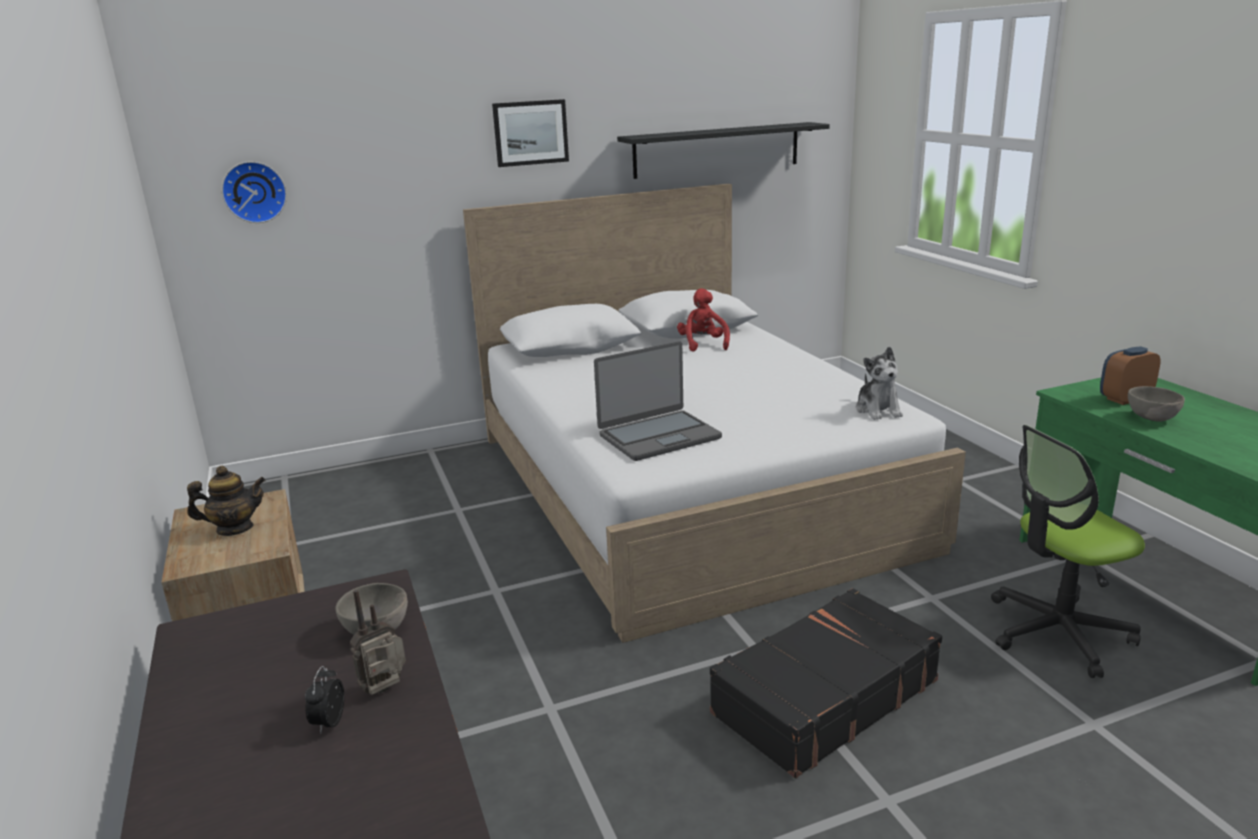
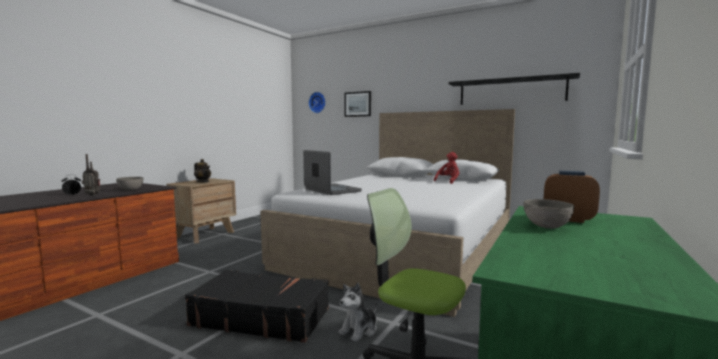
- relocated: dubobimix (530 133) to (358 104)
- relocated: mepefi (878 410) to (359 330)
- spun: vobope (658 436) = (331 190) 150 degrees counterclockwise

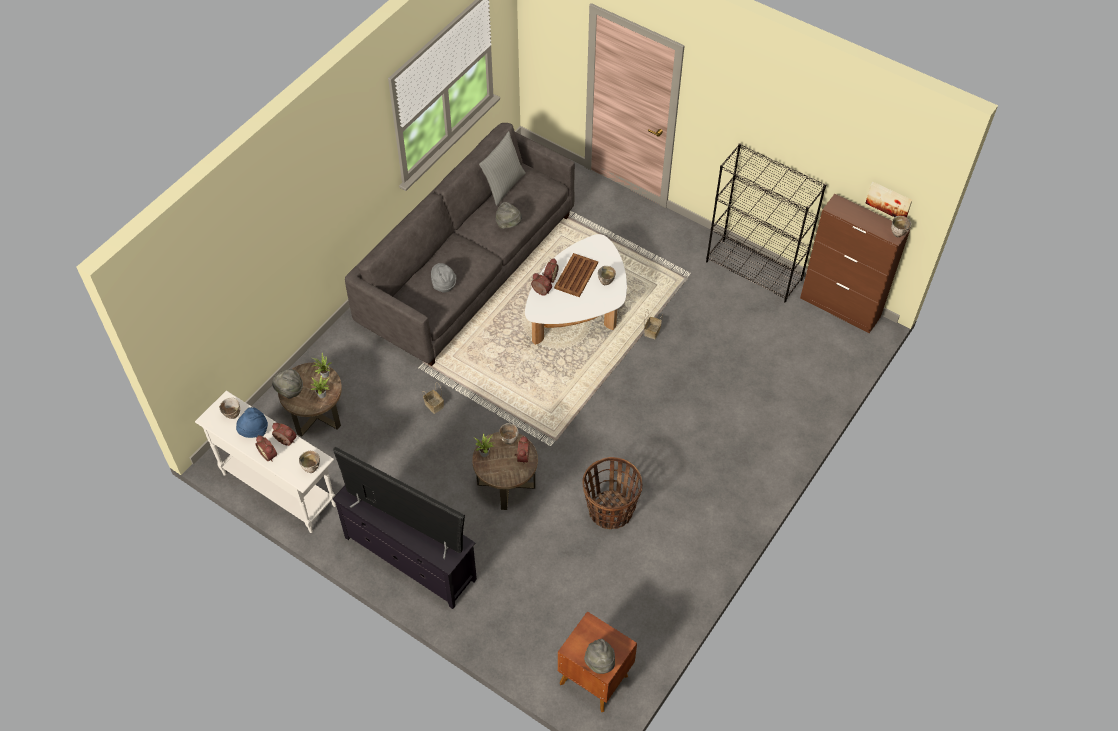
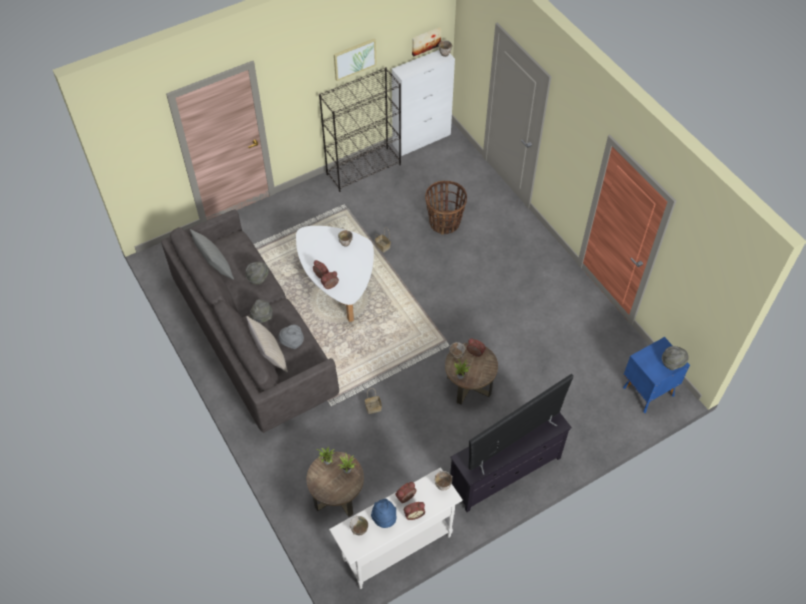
- missing: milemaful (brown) (576 275)
- appeared: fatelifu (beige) (269 356)
- appeared: dubobimix (354 59)
- relocated: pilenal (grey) (289 390) to (262 318)
- relocated: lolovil (610 511) to (444 223)
- colour: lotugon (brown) (593 678) to lotugon (blue) (647 391)
- colour: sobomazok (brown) (840 308) to sobomazok (white) (422 139)

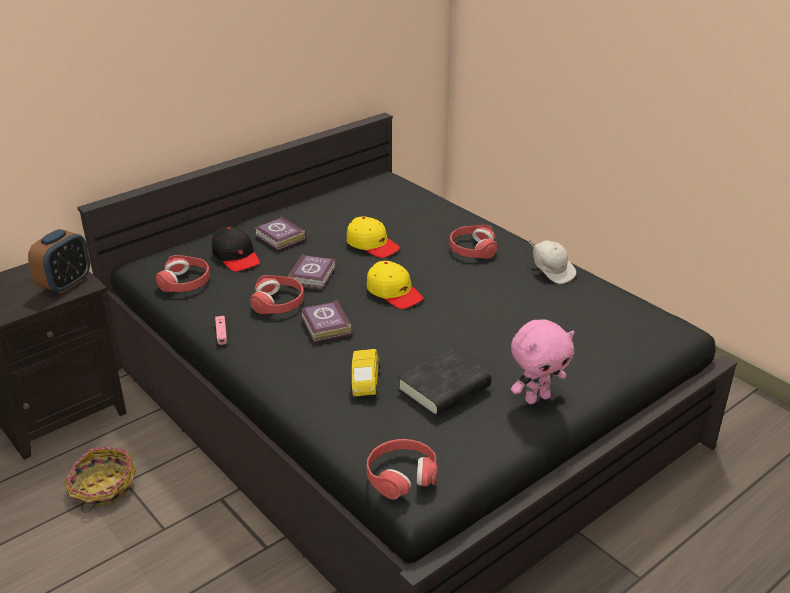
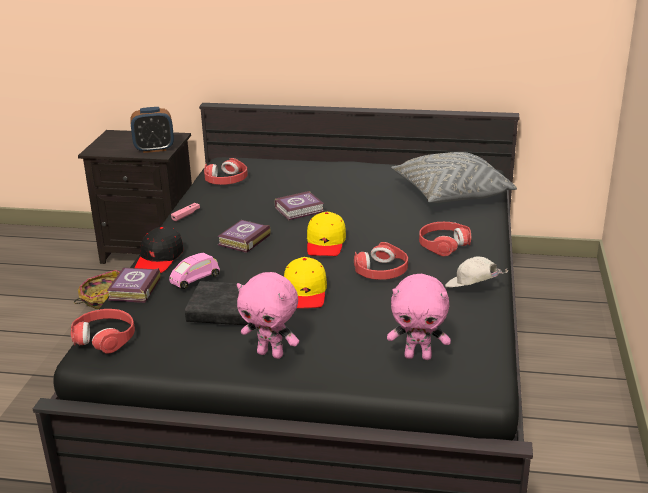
- appeared: mepefi (pink) (418 356)
- appeared: fatelifu (grey) (450 194)
- relocated: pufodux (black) (236 256) to (159 258)
- relocated: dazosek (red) (278 302) to (381 271)
- relocated: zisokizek (280 238) to (133 290)
- relocated: pufodux (yellow) (372 245) to (305 292)
- colour: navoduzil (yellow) (365 382) to navoduzil (pink) (194 280)
- spun: pufodux (white) (551 272) = (471 288) 105 degrees clockwise

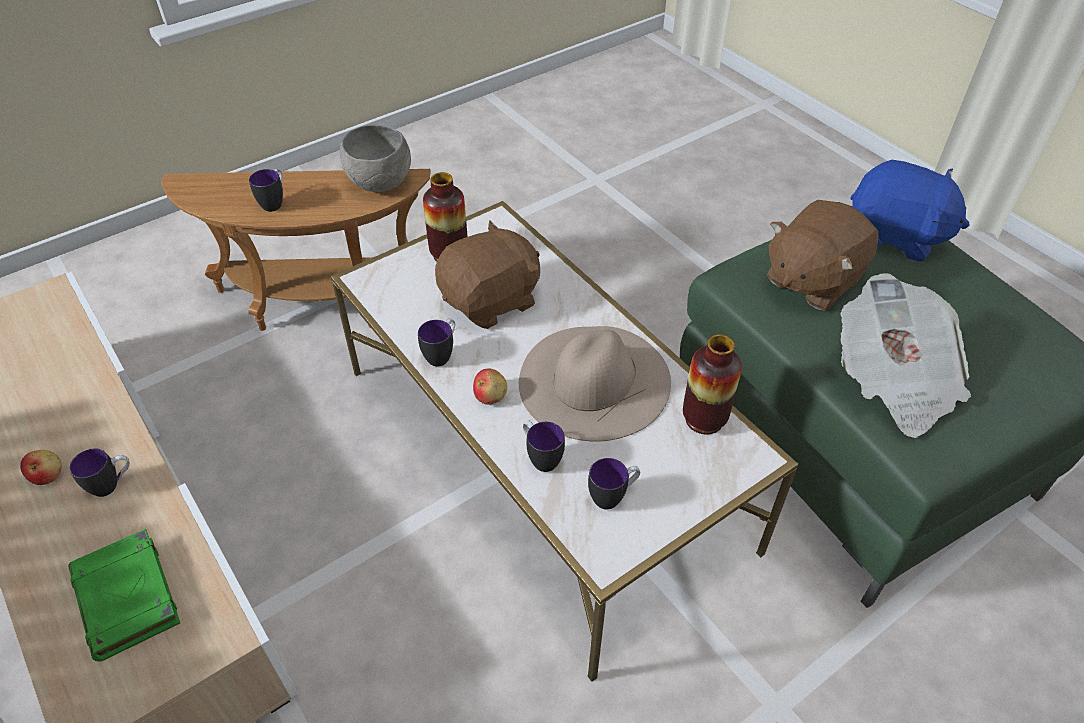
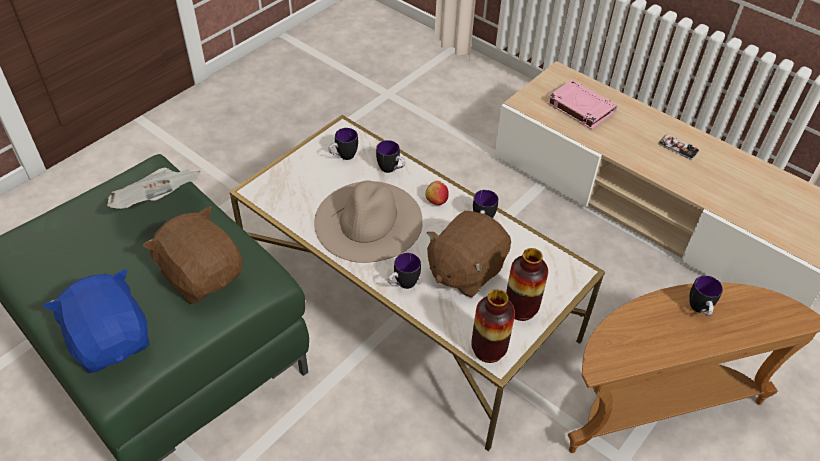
- missing: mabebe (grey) (381 184)
- relocated: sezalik (112 485) to (402 285)
- relocated: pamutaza (704 419) to (488 350)
- exchanged: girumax (47 475) to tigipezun (678 147)
- colour: zisokizek (green) (128 599) to zisokizek (pink) (580 107)
- spun: mepefi (brown) (811 280) = (202 275) 75 degrees counterclockwise
- spun: mepefi (blue) (895 236) = (112 340) 45 degrees clockwise

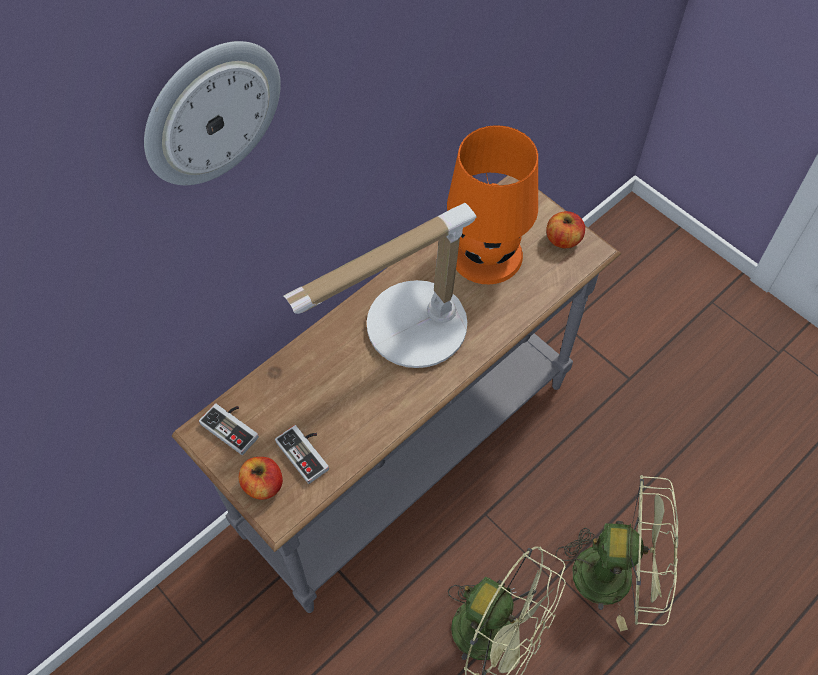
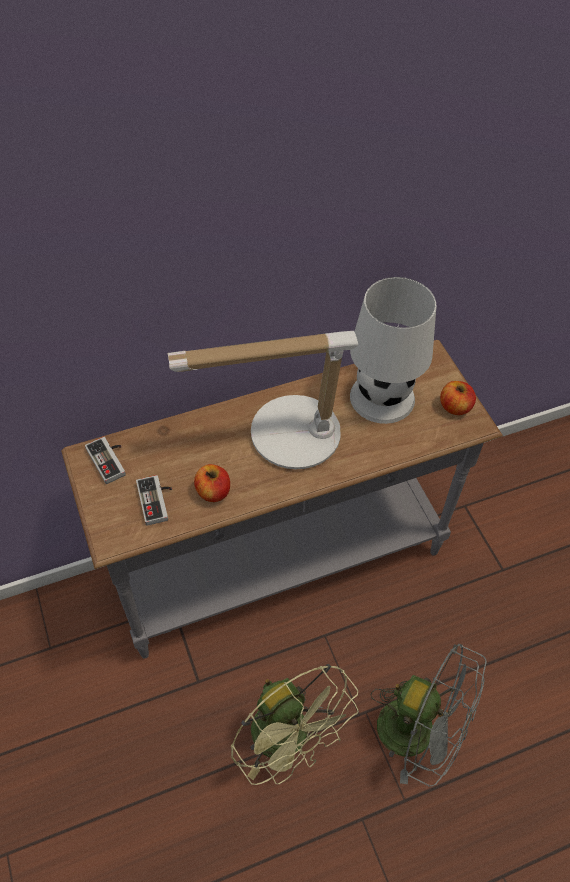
- missing: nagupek (211 112)
- relocated: girumax (263 485) to (213 492)
- colour: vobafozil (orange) (487 253) to vobafozil (white) (383 397)
- colour: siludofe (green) (617 574) to siludofe (grey) (418 733)

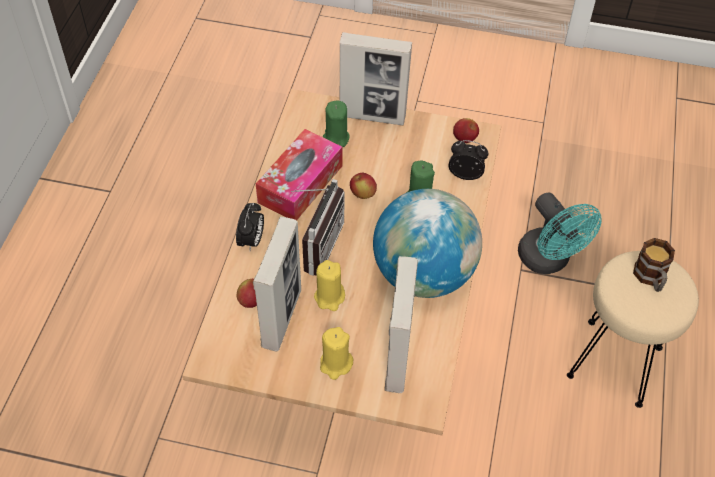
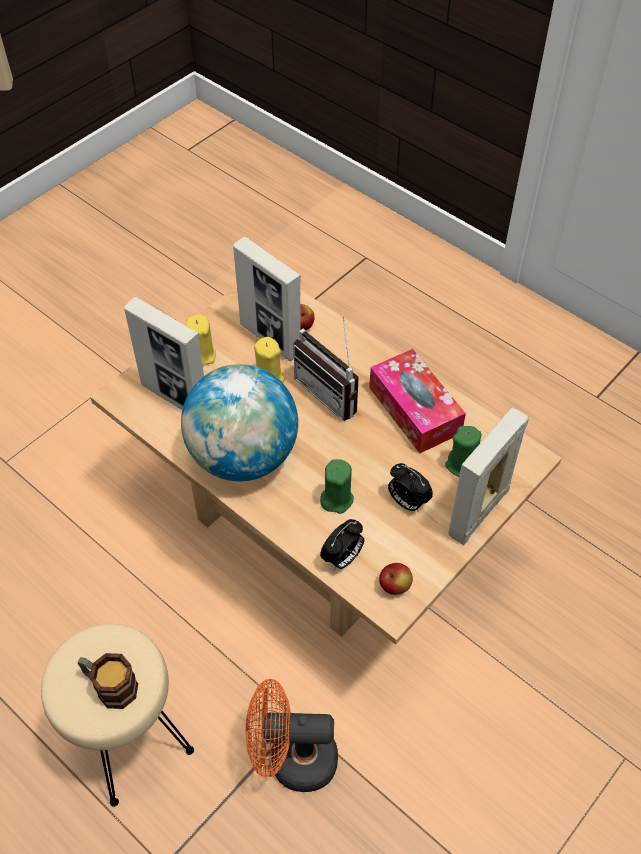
- missing: girumax (363 194)
- relocated: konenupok (251 241) to (407 502)
- colour: siludofe (turquoise) (549 261) to siludofe (orange) (292 759)

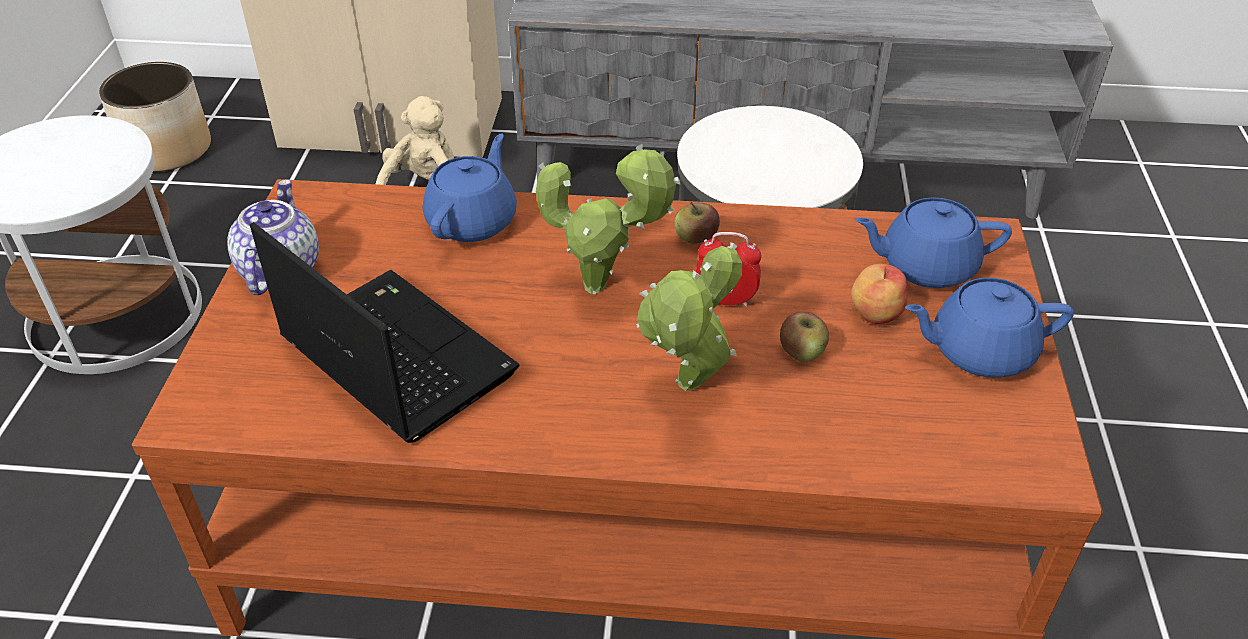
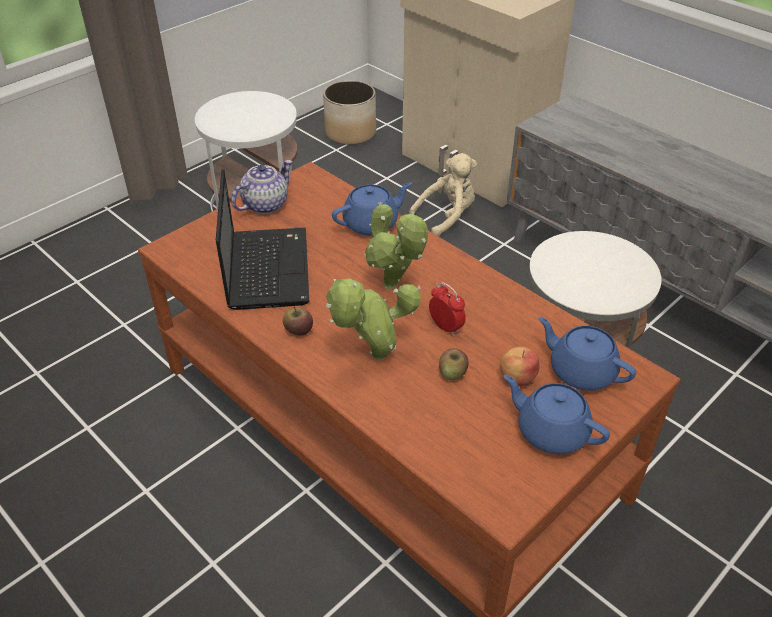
- relocated: girumax (696 238) to (298 331)

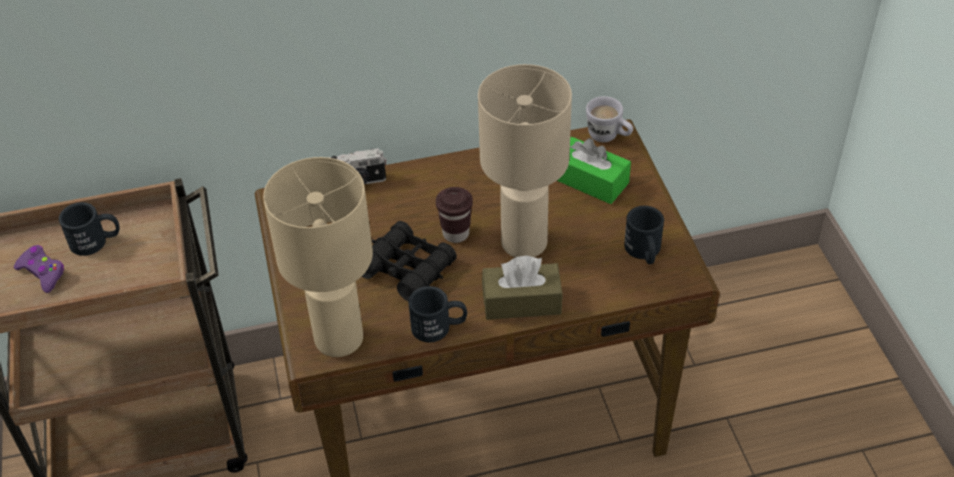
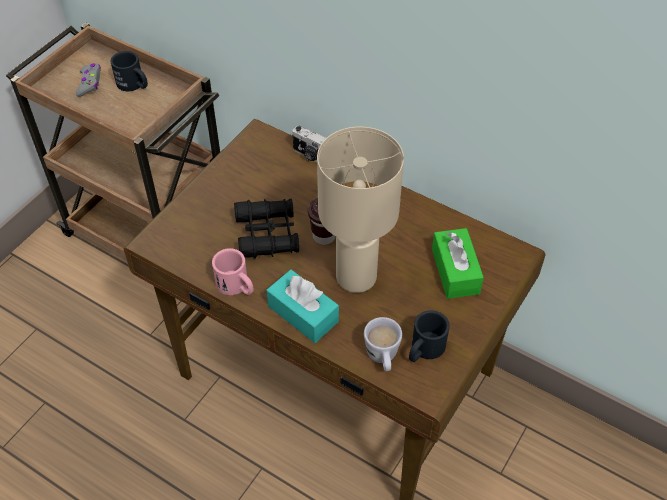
- missing: vobafozil (beige) (337 338)
- relocated: sezalik (white) (609 137) to (382 358)
- colour: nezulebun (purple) (42 273) to nezulebun (grey) (89 83)
- colour: sezalik (black) (439 327) to sezalik (pink) (236 286)
- colour: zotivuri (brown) (522 302) to zotivuri (turquoise) (303 314)

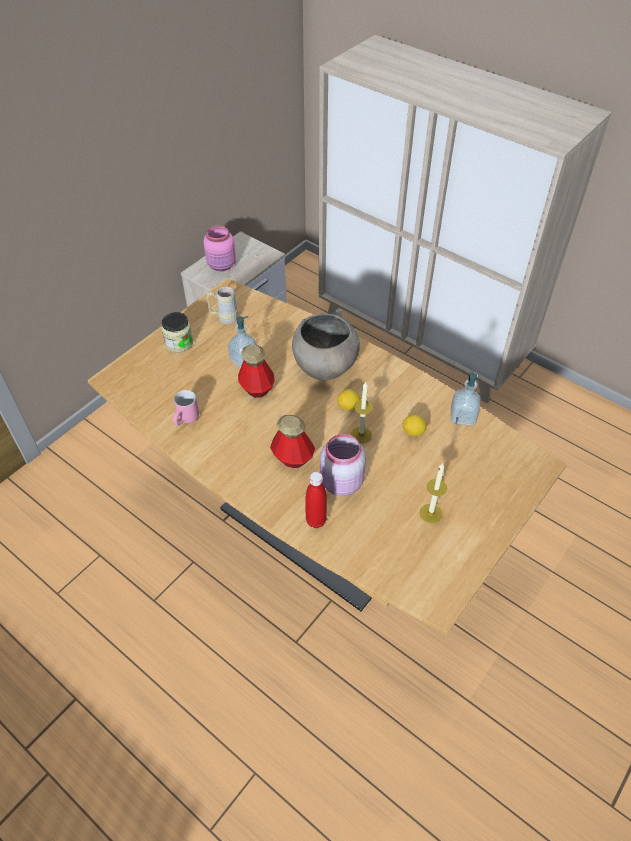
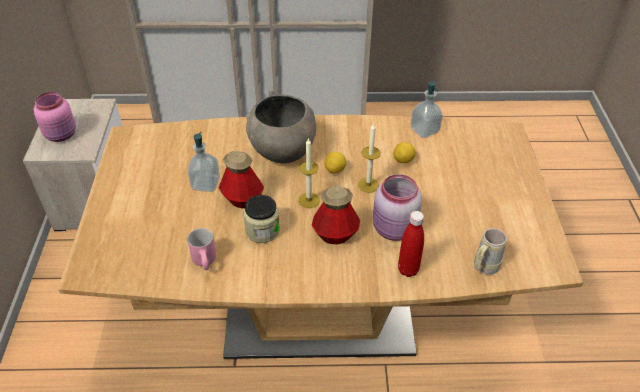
- relocated: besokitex (179 343) to (262 230)
- relocated: sezalik (beige) (224 318) to (483 268)
- relocated: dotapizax (430 513) to (309 200)

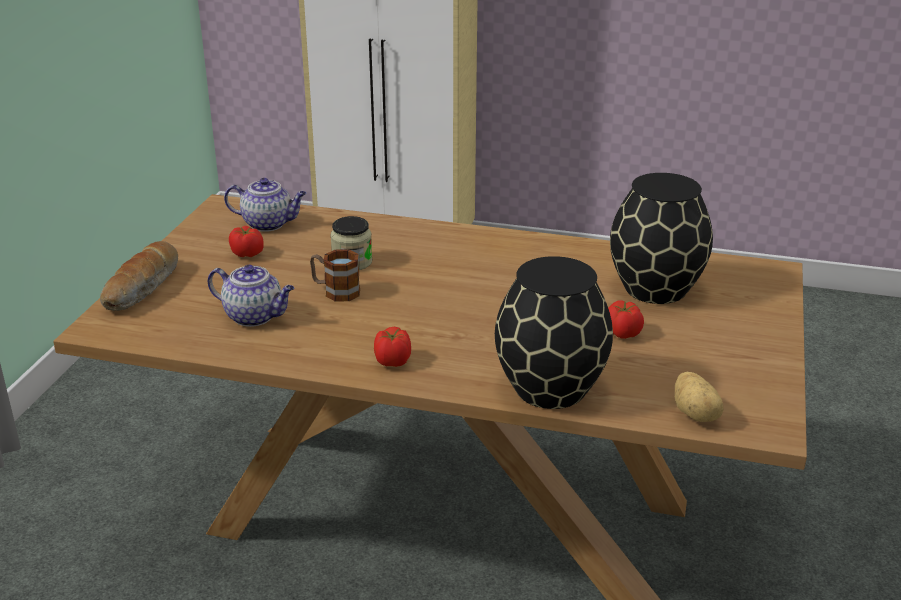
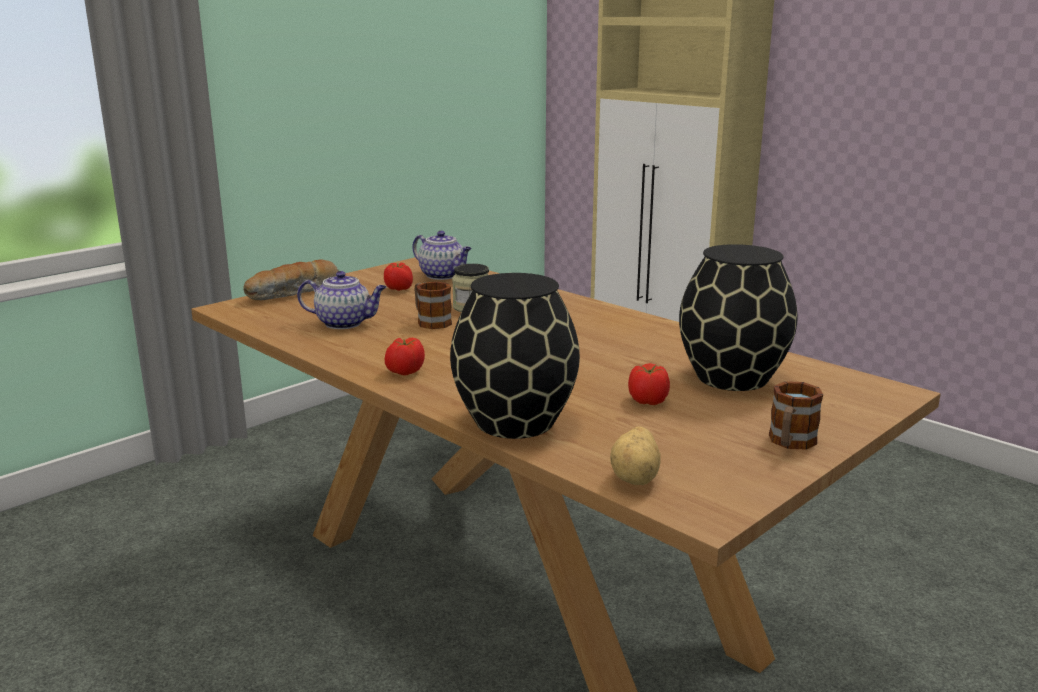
- appeared: sezalik (790 443)
- spun: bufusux (255 316) = (345 323) 45 degrees counterclockwise

